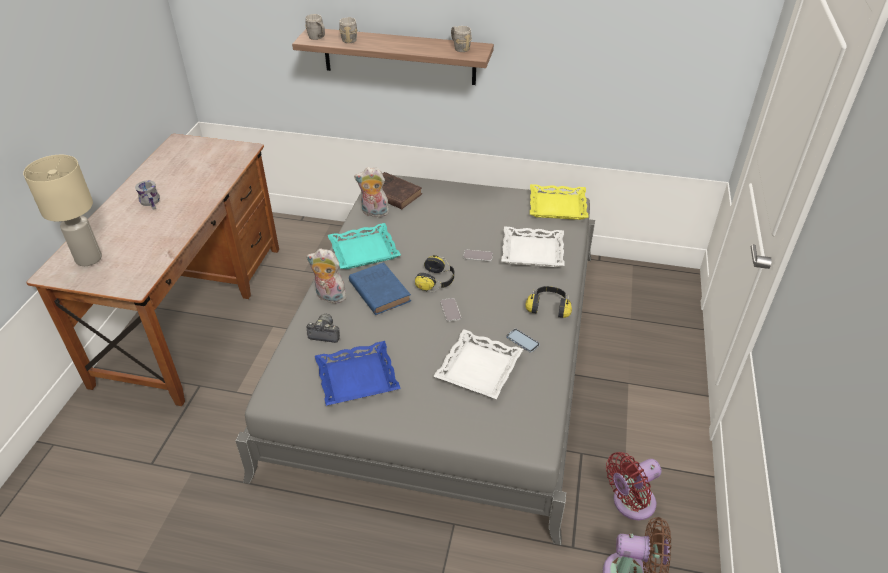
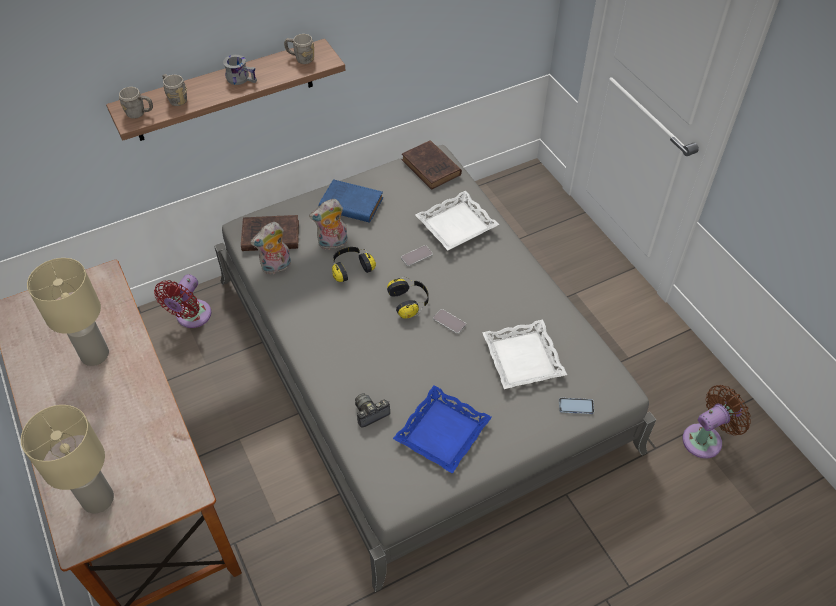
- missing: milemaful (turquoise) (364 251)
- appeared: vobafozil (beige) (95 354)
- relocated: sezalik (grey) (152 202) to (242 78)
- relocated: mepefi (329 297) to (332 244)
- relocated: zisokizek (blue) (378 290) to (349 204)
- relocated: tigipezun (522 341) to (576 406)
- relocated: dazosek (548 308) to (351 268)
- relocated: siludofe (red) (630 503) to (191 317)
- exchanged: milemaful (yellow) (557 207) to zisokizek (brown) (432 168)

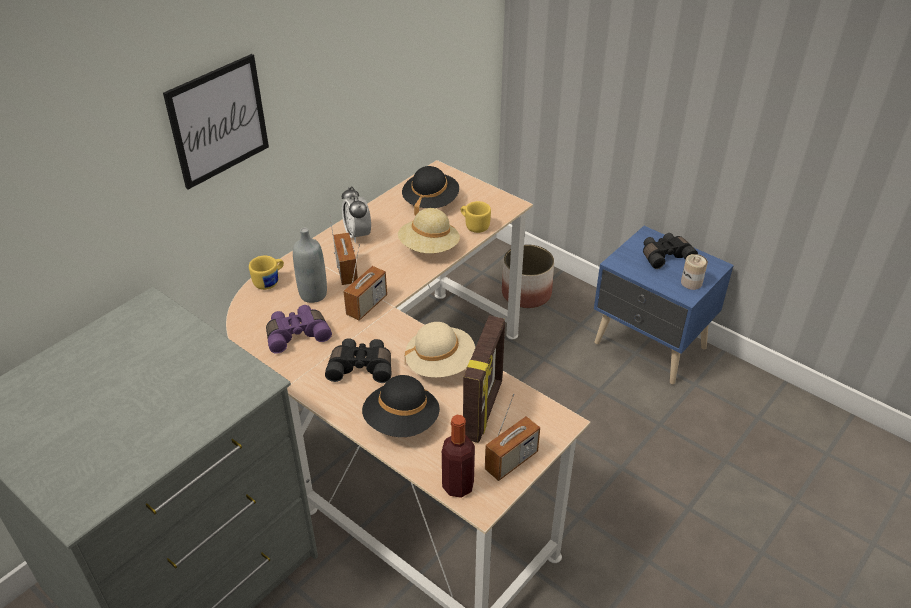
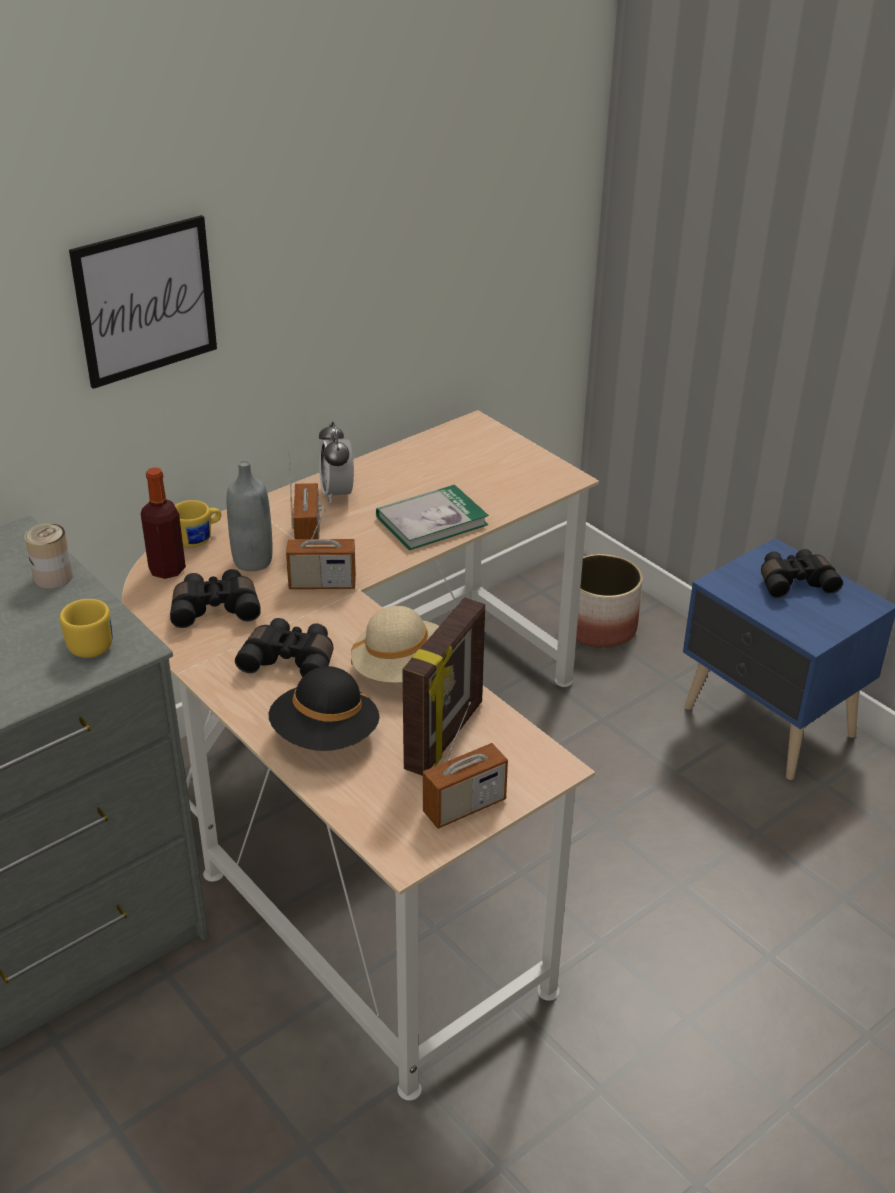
- missing: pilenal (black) (430 202)
- relocated: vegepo (458 486) to (167 569)
- relocated: sezalik (yellow) (474 225) to (87 643)
- relocated: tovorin (691 282) to (53 577)
- exchanged: pilenal (beige) (429 248) to zisokizek (432 521)
- colour: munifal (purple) (297 334) to munifal (black) (215 608)
- spun: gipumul (367 305) = (322 584) 45 degrees clockwise

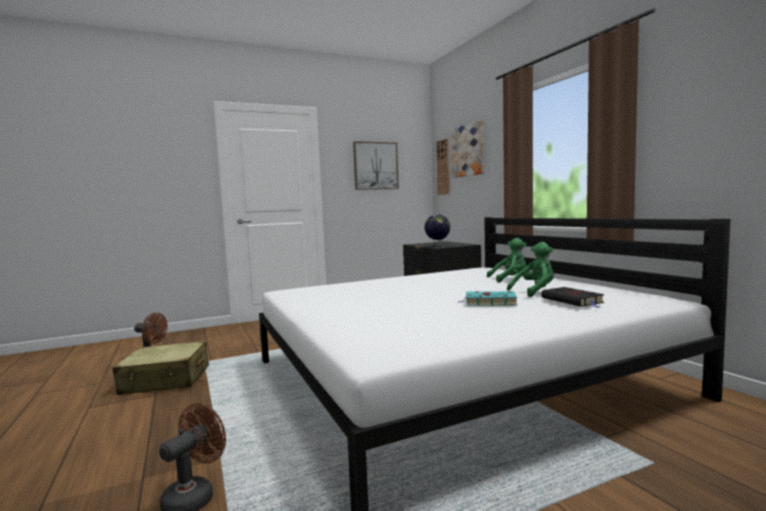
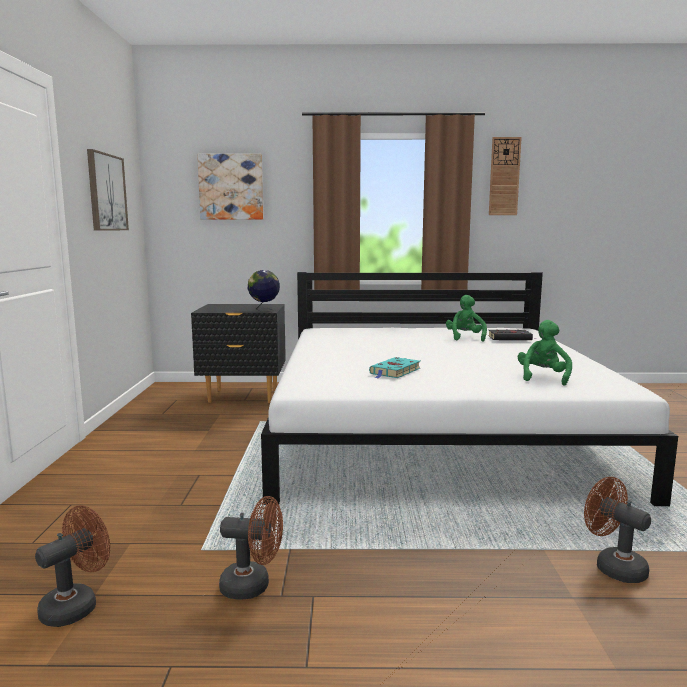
- relocated: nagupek (443 167) to (504 176)
- relocated: zisokizek (turquoise) (489 302) to (395 371)
- relocated: mepefi (green) (510 279) to (543 377)
- exchanged: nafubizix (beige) (166 380) to siludofe (brown) (253 586)

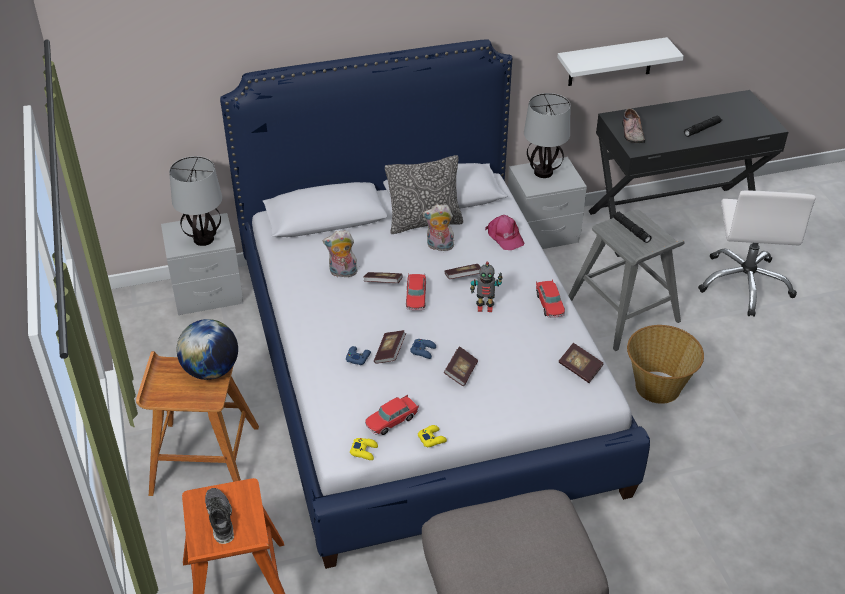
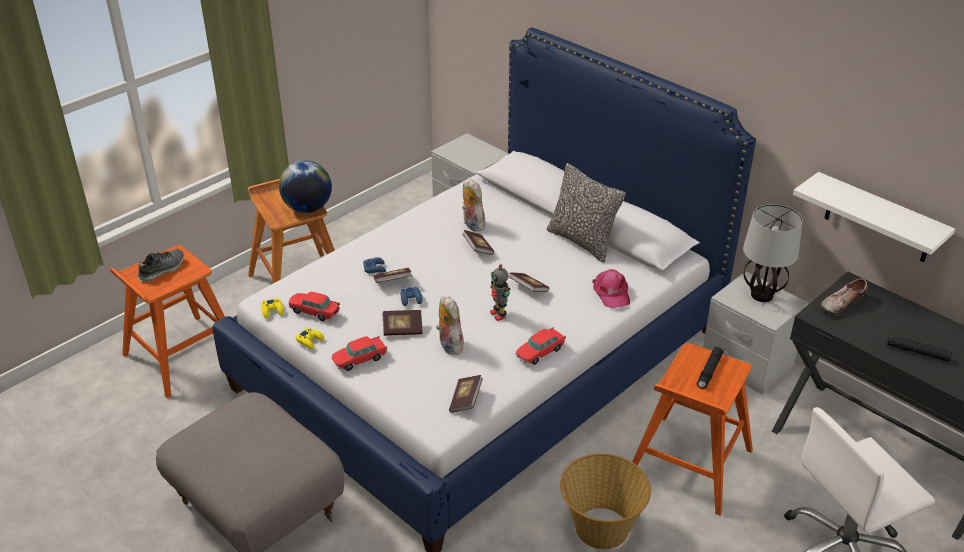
- missing: vobafozil (204 239)
- relocated: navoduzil (416 297) to (359 359)
- relocated: mepefi (439 246) to (449 345)
- colour: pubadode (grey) (623 312) to pubadode (orange) (689 464)
- spun: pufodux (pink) (505 236) = (611 293) 45 degrees counterclockwise

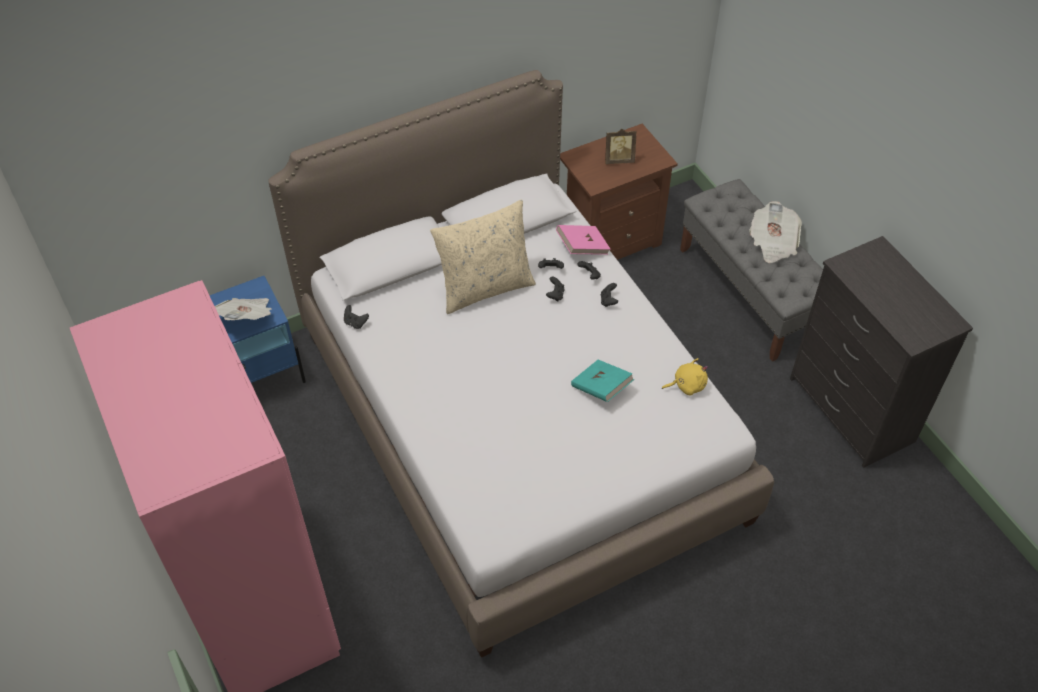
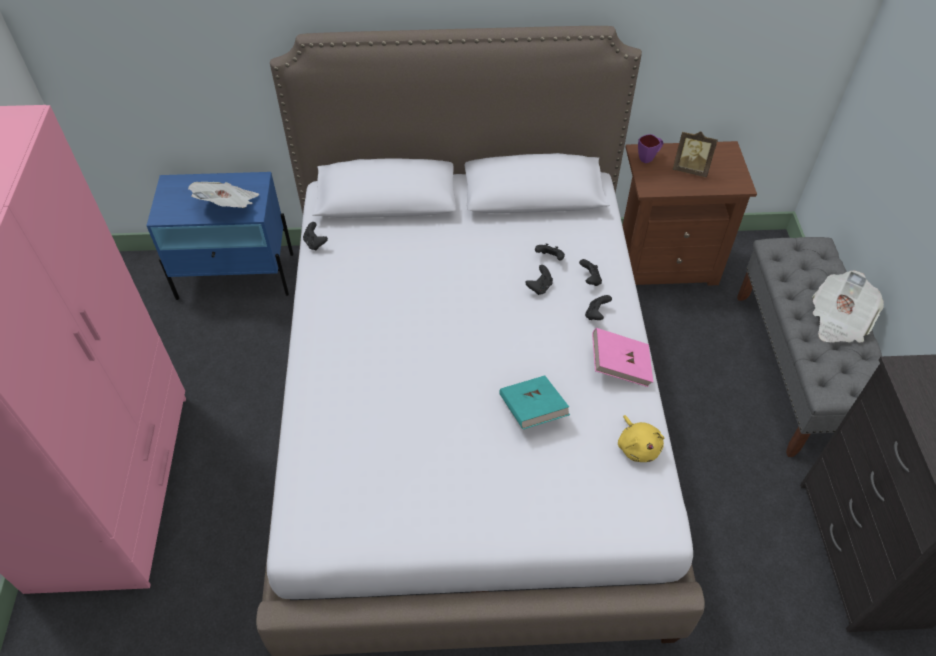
- missing: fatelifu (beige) (485 287)
- appeared: sezalik (purple) (648 158)
- relocated: zisokizek (pink) (582 248) to (619 366)
- spun: mepefi (yellow) (687 385) = (638 446) 60 degrees clockwise

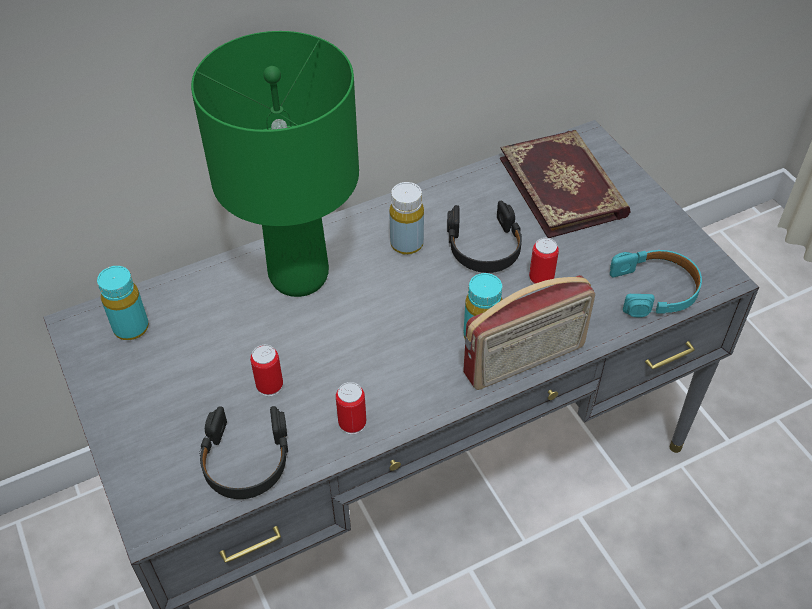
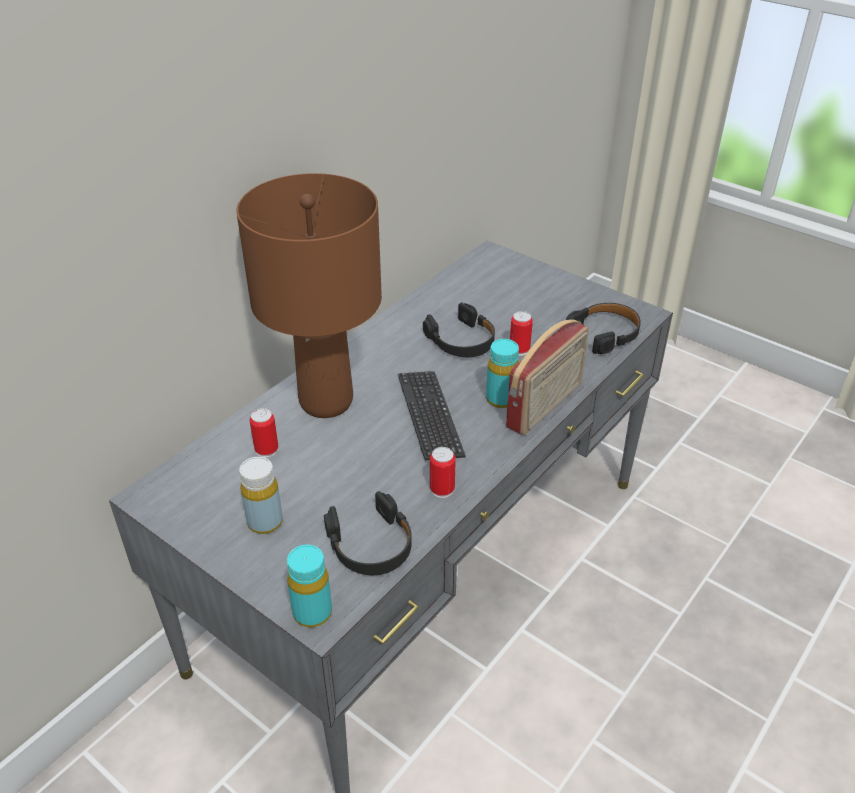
- missing: zisokizek (564 186)
- appeared: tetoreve (430 416)
- relocated: vegepo (turquoise) (131 328) to (312 613)
- relocated: tovorin (269 386) to (266 450)
- relocated: vegepo (yellow) (406 244) to (265 522)
- colour: vobafozil (green) (298 276) to vobafozil (brown) (326 402)
- colour: dazosek (turquoise) (655 290) to dazosek (black) (605 333)

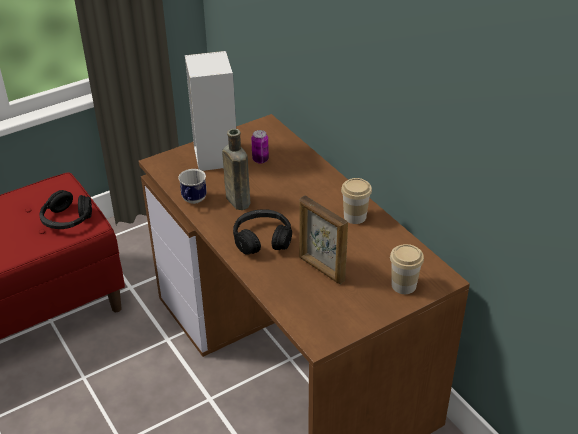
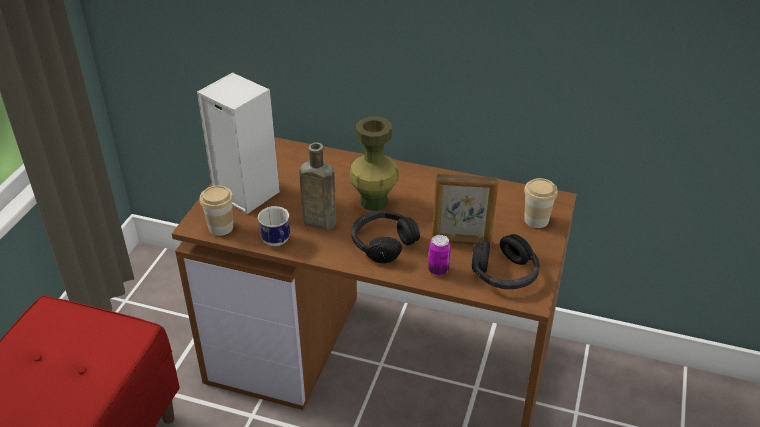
- appeared: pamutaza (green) (374 202)
- relocated: dazosek (black) (66 219) to (504 274)
- relocated: tovorin (260 160) to (438 270)
- relocated: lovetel (355 216) to (221 227)

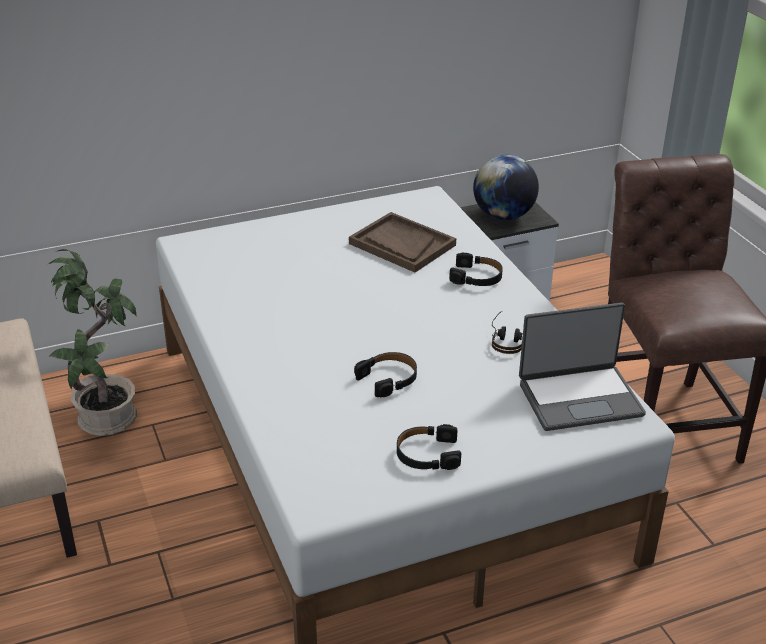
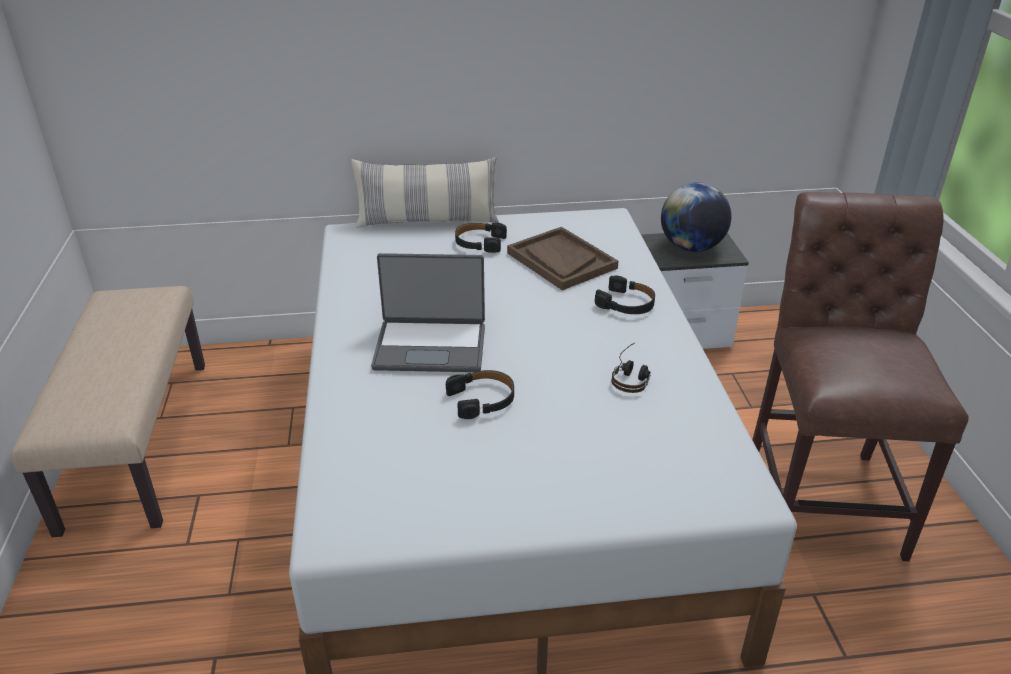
- missing: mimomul (109 419)
- appeared: fatelifu (427 221)
- relocated: dazosek (black) (427 454) to (479 243)
- relocated: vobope (579 398) to (430 346)

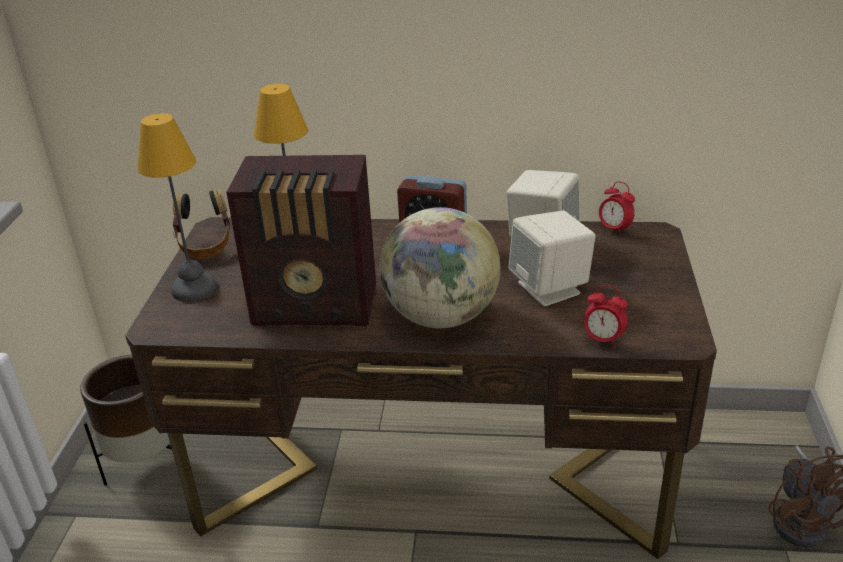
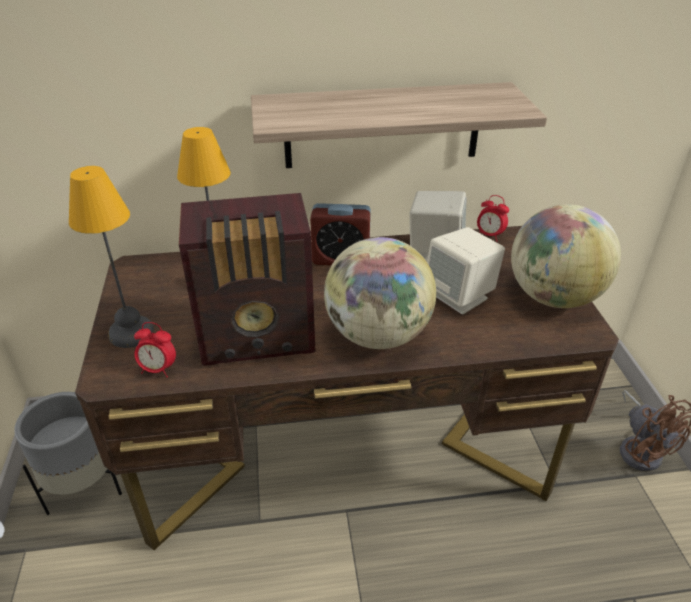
- missing: dazosek (205 245)
- appeared: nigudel (382 126)
- appeared: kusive (553 297)
- relocated: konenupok (602 340) to (158 369)
- colour: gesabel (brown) (147 464) to gesabel (grey) (84 487)

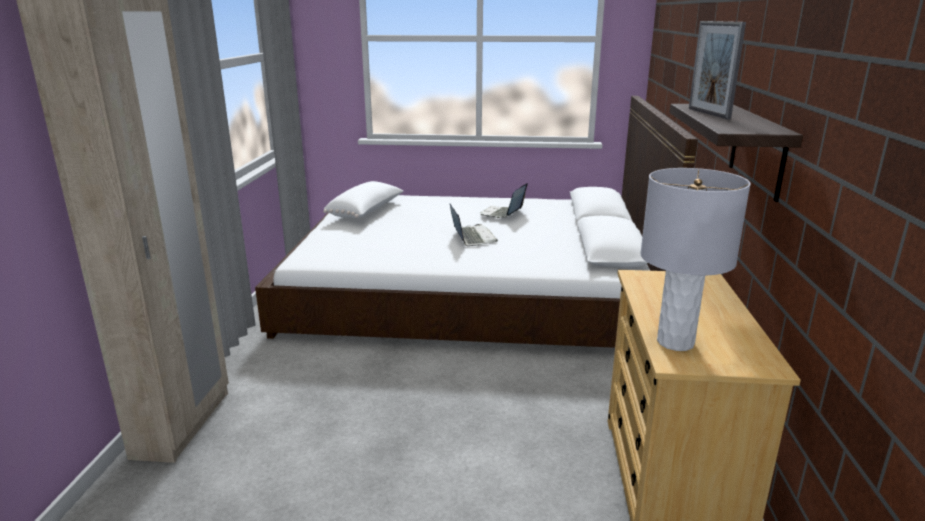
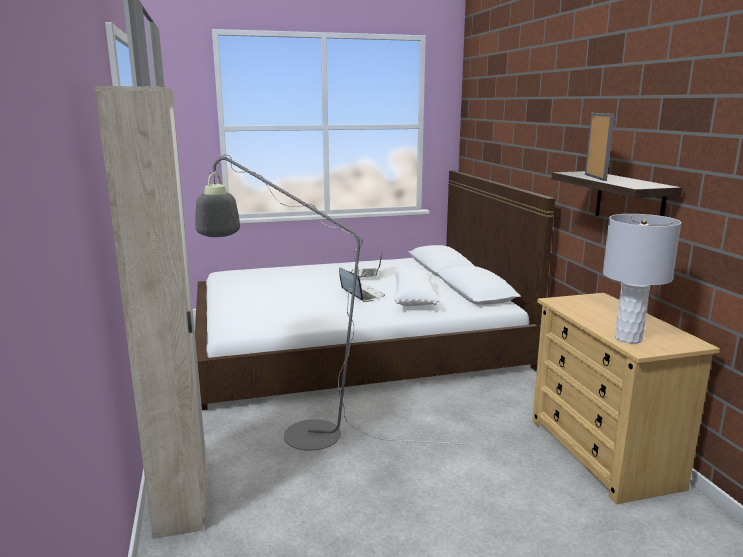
- appeared: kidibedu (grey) (296 434)
- relocated: fatelifu (white) (367 212) to (415 298)
- spun: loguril (708 113) = (595 177) 150 degrees counterclockwise

